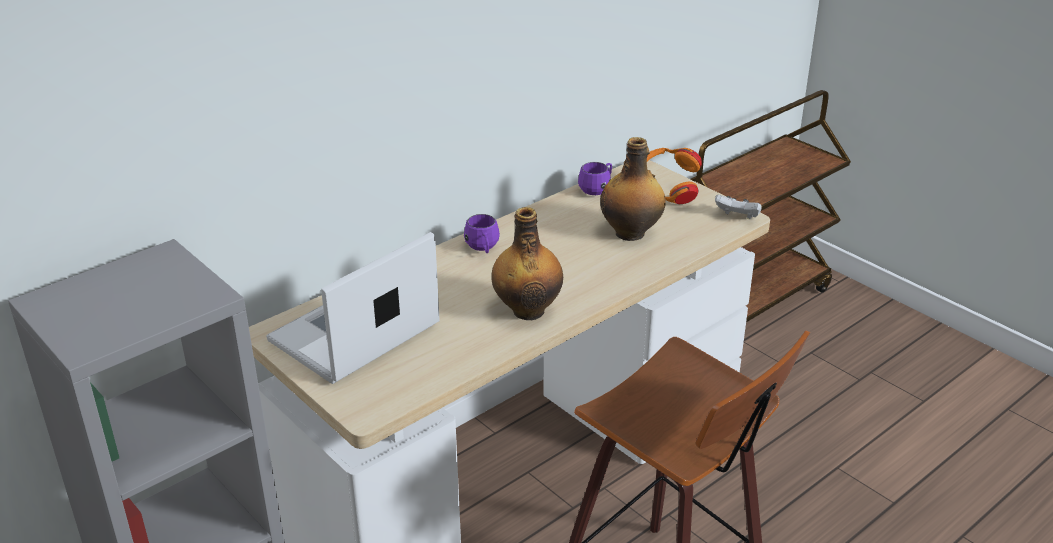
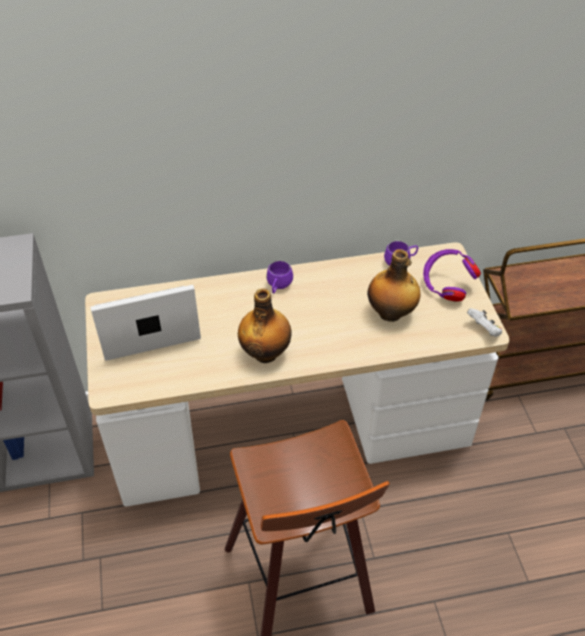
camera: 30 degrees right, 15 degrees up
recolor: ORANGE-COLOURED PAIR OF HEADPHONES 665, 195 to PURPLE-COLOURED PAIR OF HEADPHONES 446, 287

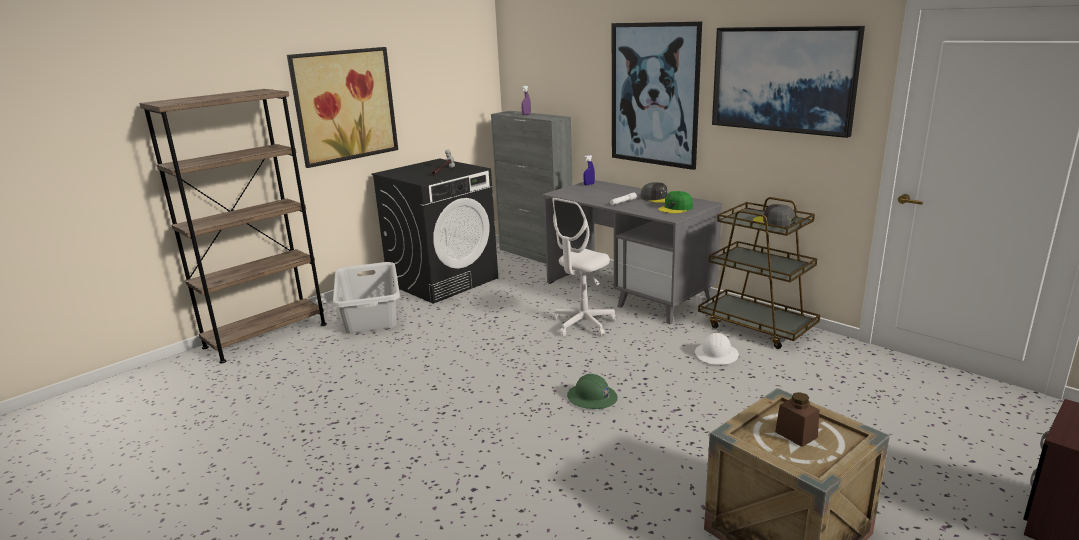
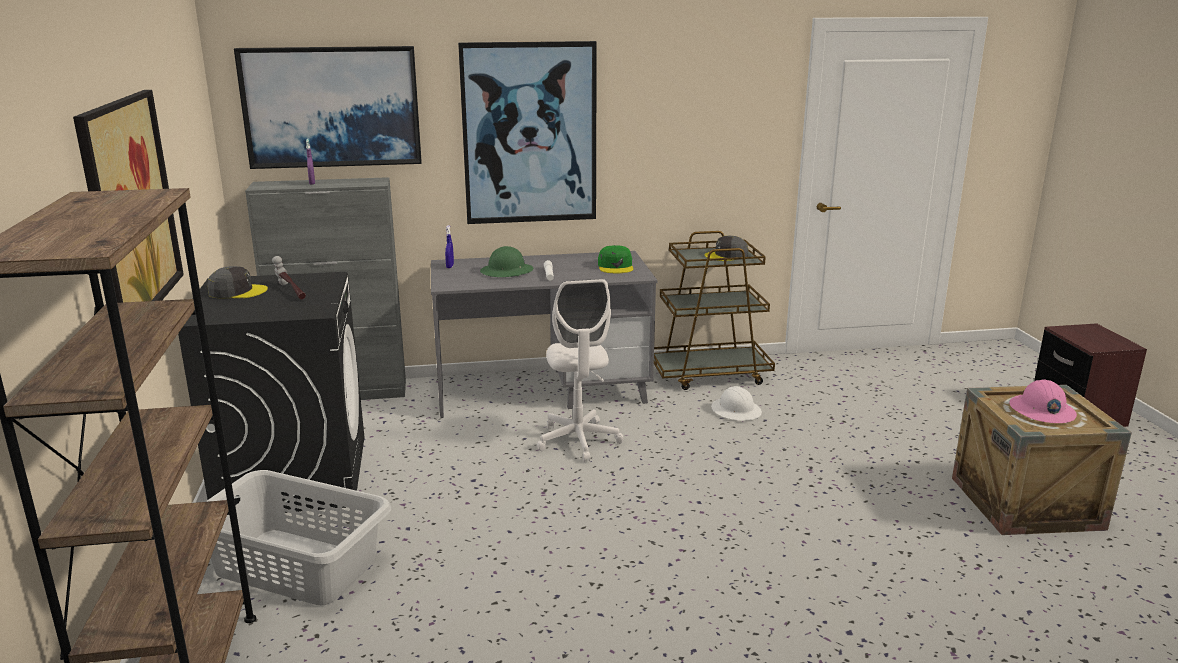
camera: 55 degrees left, 0 degrees up
move: GRAY BASEBALL CAP 657, 198 to 237, 291; PICTURE 783, 79 to 332, 107; GREEN-COLOURED HARD HAT 592, 398 to 507, 271
replace: BROWNISH STORAGE JAR 796, 434 to PINKISH HARD HAT 1041, 411

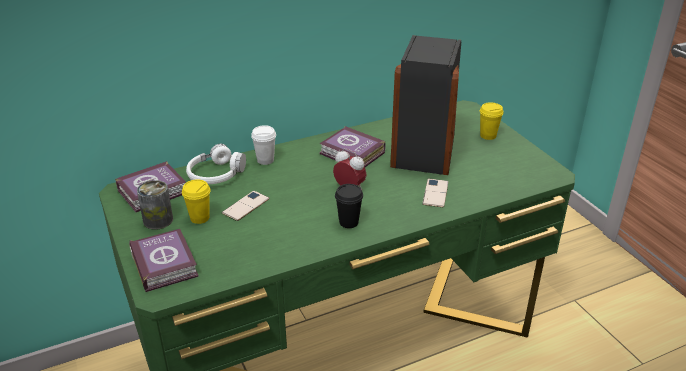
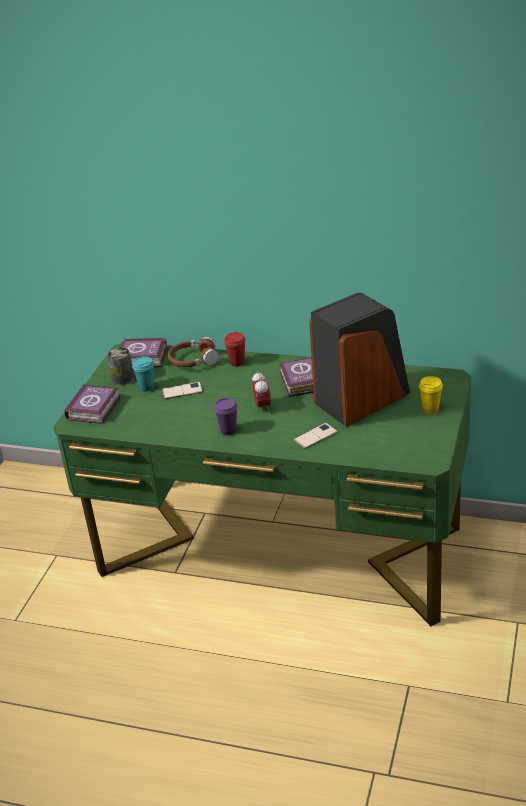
camera: 45 degrees right, 0 degrees up
recolor: YELLOW SMALL CUP 200, 218 to TURQUOISE SMALL CUP 147, 387; WHITISH PAIR OF HEADPHONES 216, 174 to BROWNISH PAIR OF HEADPHONES 193, 360; BLACK-COLOURED SMALL CUP 348, 222 to PURPLE-COLOURED SMALL CUP 228, 430; WHITISH SMALL CUP 265, 160 to RED-COLOURED SMALL CUP 237, 362

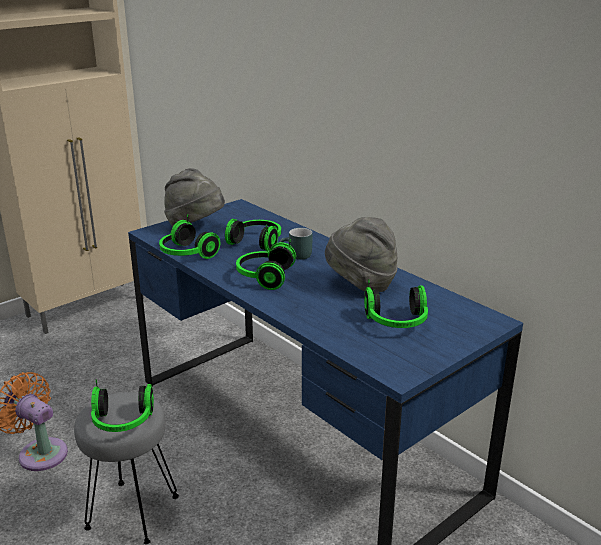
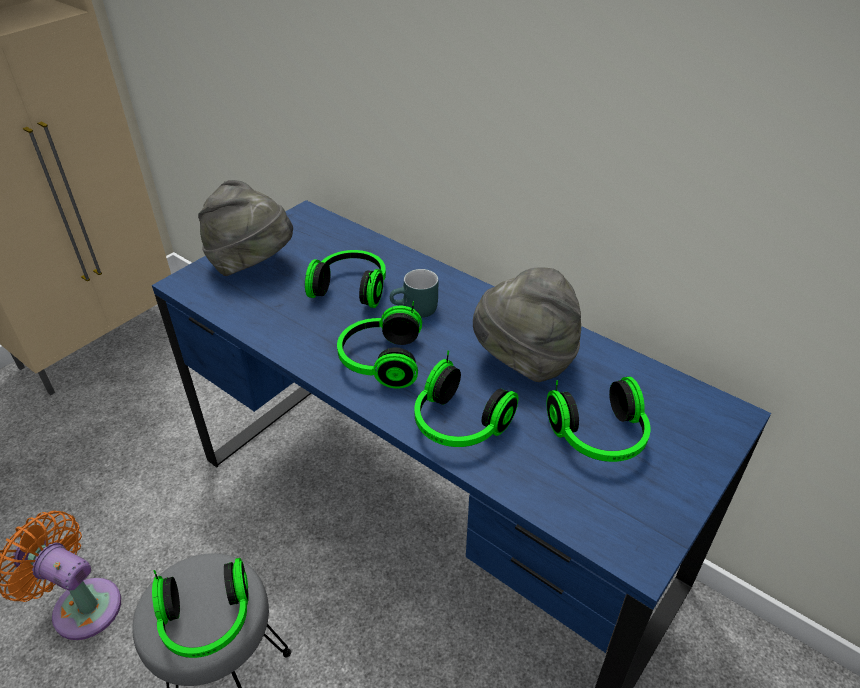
camera: 10 degrees left, 15 degrees up
move: PAIR OF HEADPHONES 186, 254 to 458, 425

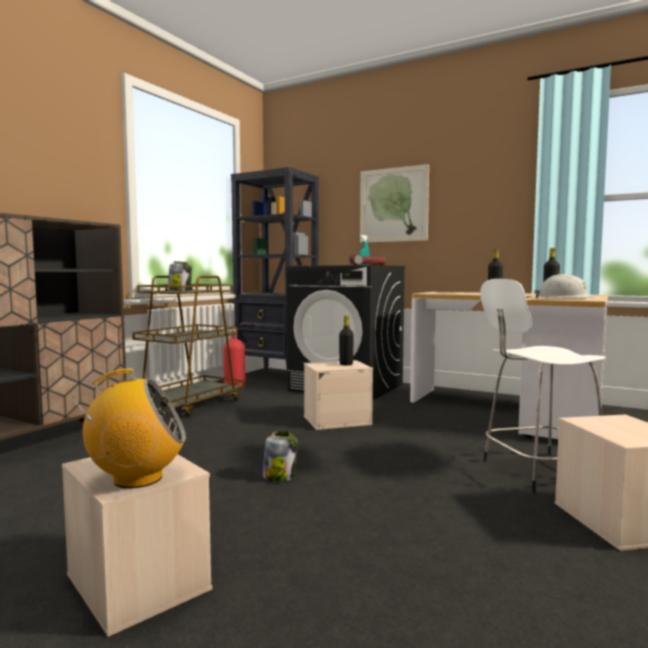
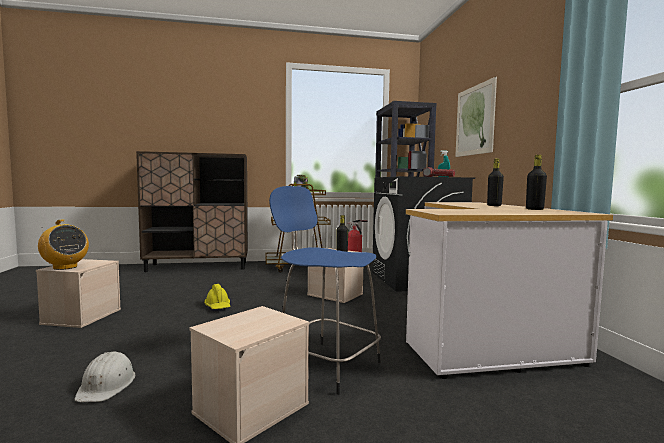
camera: 50 degrees right, 0 degrees up
move: WHITISH HARD HAT 564, 298 to 107, 385
replace: STORAGE JAR 280, 476 to YELLOW HARD HAT 218, 306
recolor: WHITISH STOOL 538, 472 to BLUE-COLOURED STOOL 325, 364

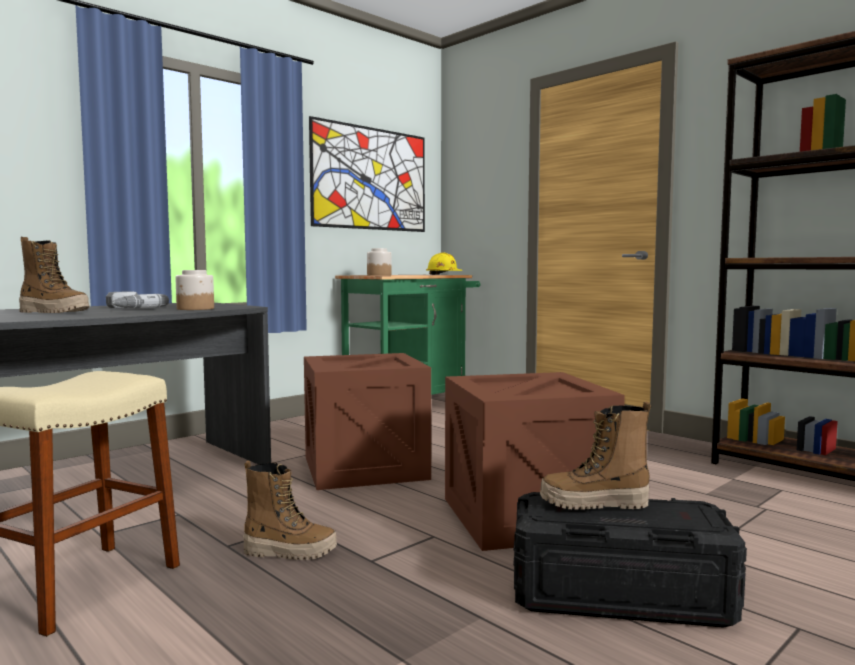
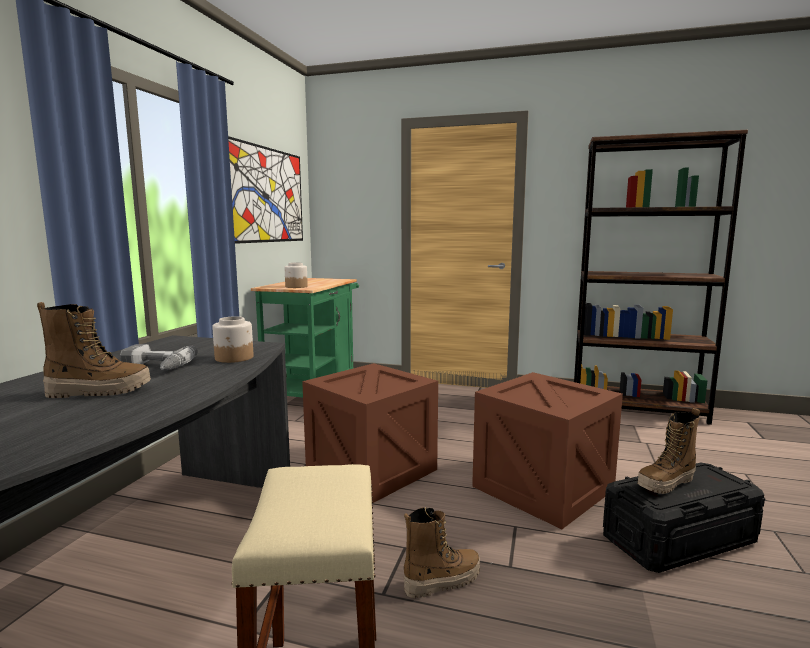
camera: 30 degrees left, 5 degrees up
delete: YELLOW HARD HAT 443, 274

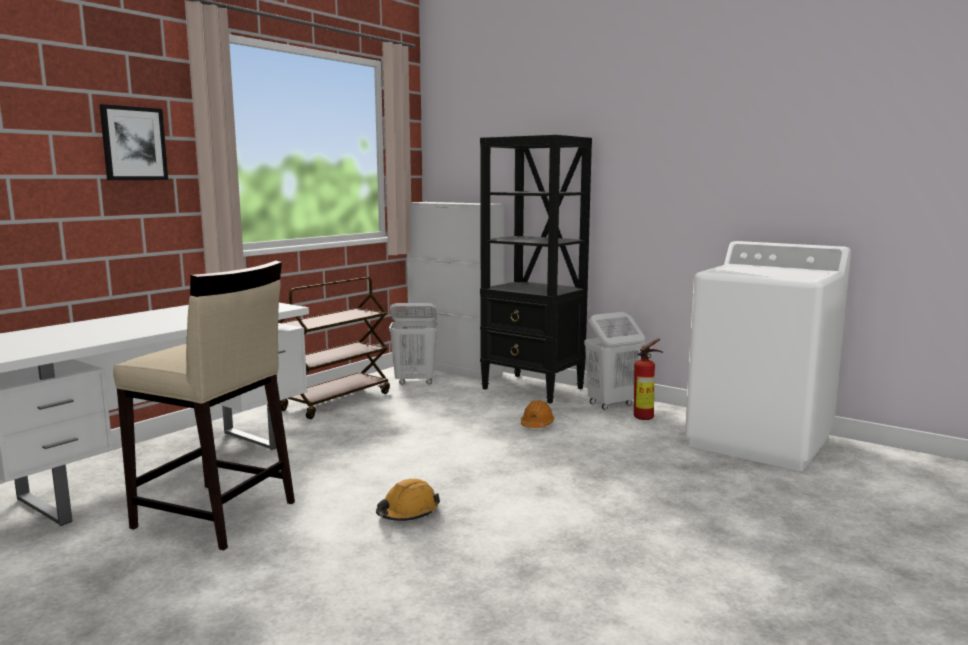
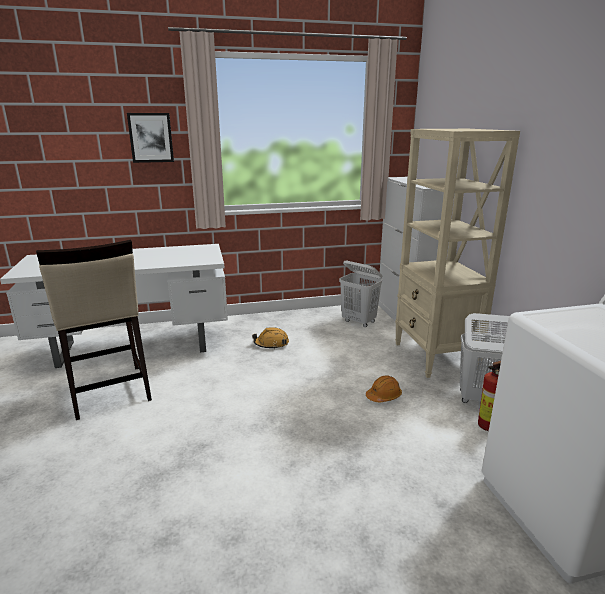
camera: 40 degrees right, 10 degrees up
delete: BROWNISH TROLLEY 336, 401
move: ORANGE-COLOURED HARD HAT 407, 512 to 271, 344
recolor: BLACK-COLOURED BOOKSHELF 533, 389 to SAND-COLOURED BOOKSHELF 435, 357

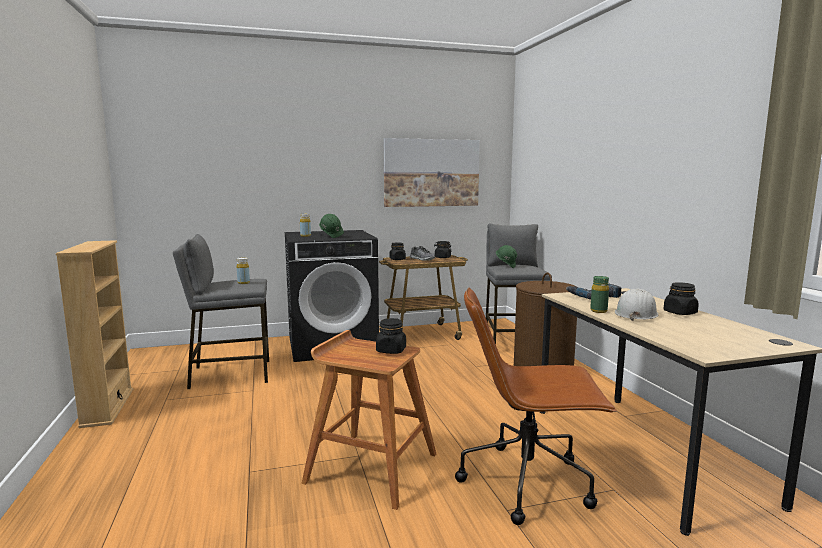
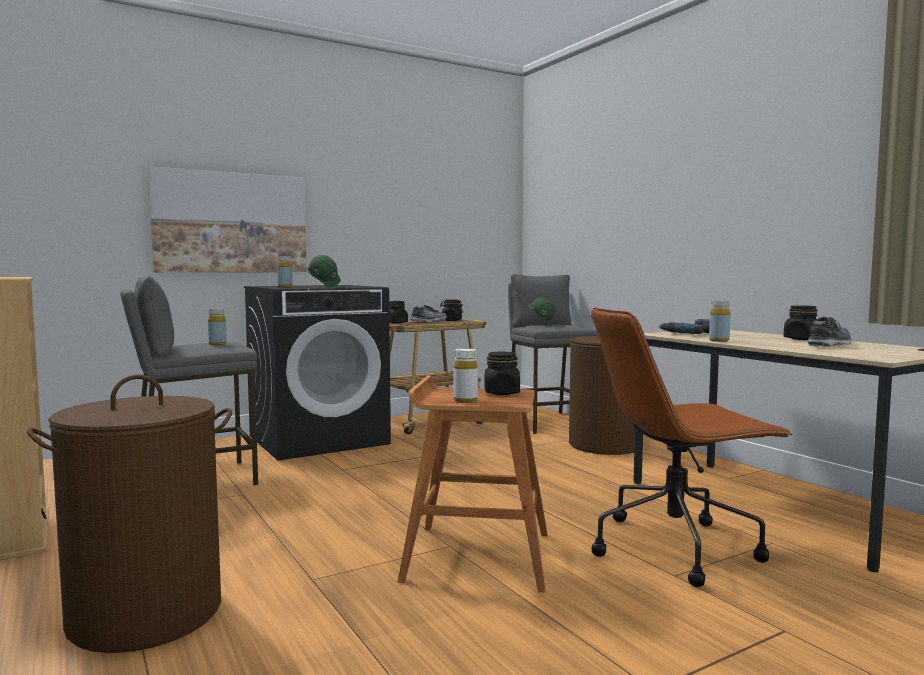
camera: 15 degrees left, 5 degrees down
delete: WHITISH HARD HAT 636, 314
insert: BROWNISH HAMPER 145, 614; WHITISH DRINK BOTTLE 465, 400; ITEM OF FOOTWEAR 829, 345
move: PICTURE 431, 173 to 231, 222
recolor: GREEN-COLOURED DRINK BOTTLE 598, 311 to YELLOW DRINK BOTTLE 719, 340

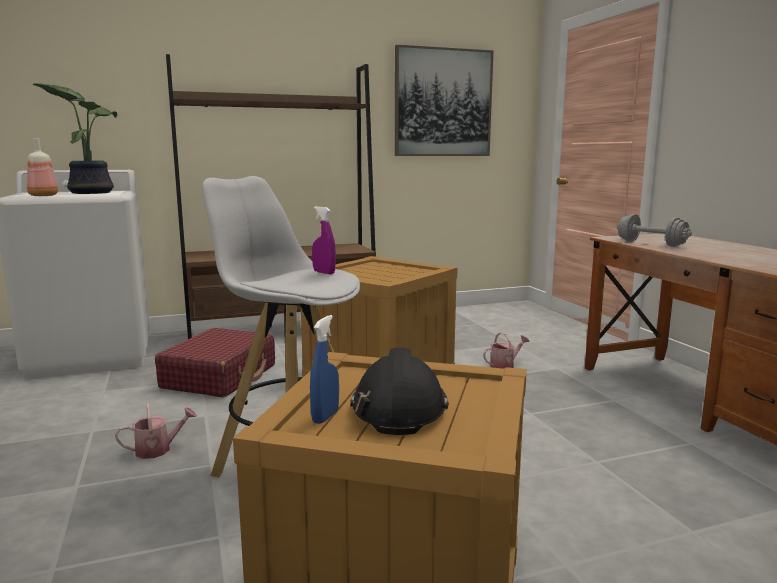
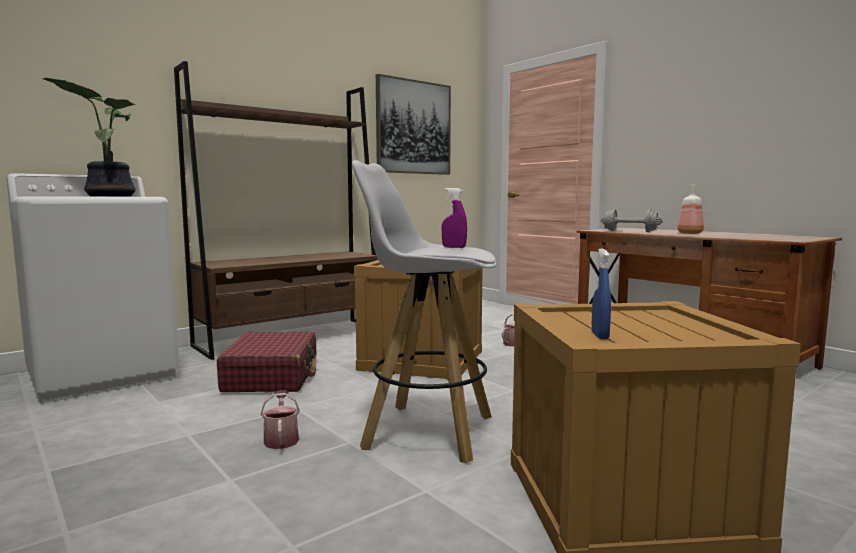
camera: 20 degrees left, 5 degrees down
delete: BLACK-COLOURED HARD HAT 399, 409
move: DRINK BOTTLE 43, 196 to 691, 233
rotate: WATERING POT 158, 449 = 281, 439 60 degrees counterclockwise

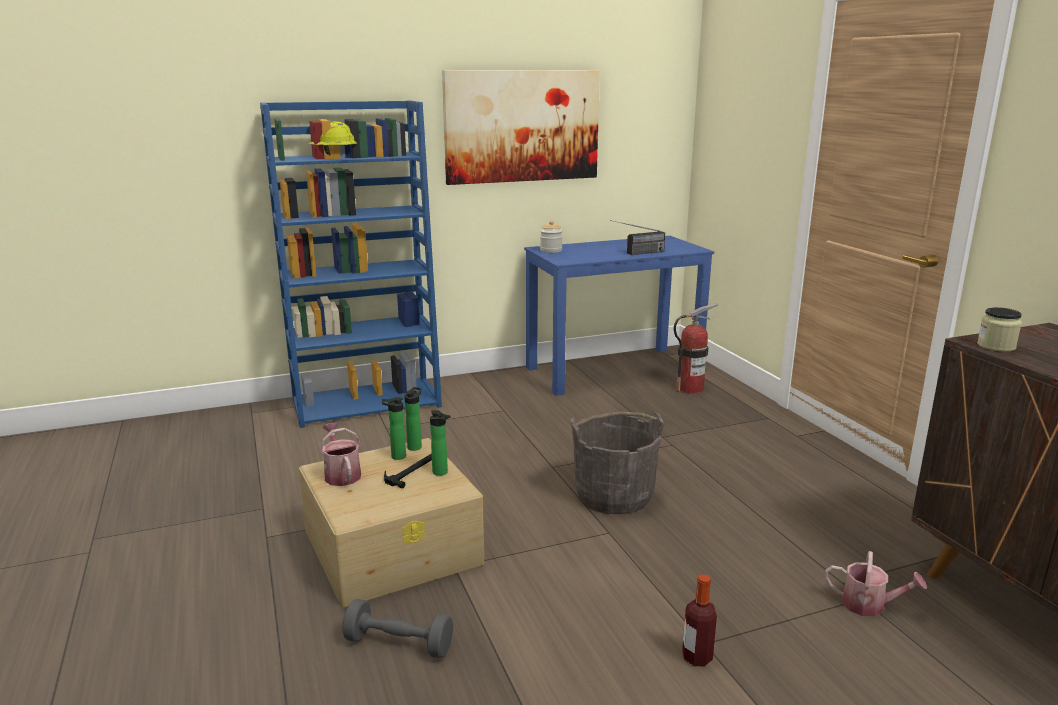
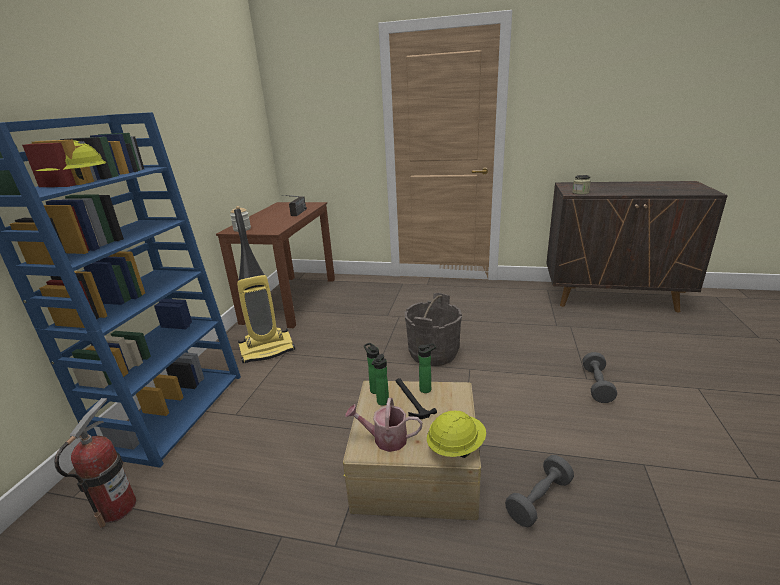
camera: 55 degrees left, 5 degrees up
delete: PICTURE 522, 126; WATERING POT 869, 605
insert: VACUUM 267, 349; YELLOW HARD HAT 456, 447
move: EXTINGUISHER 690, 389 to 117, 508
replace: DRINK BOTTLE 697, 657 to GRAY DUMBBELL 597, 385
recolor: BLUE-COLOURED DESK UNIT 614, 370 to BROWNISH DESK UNIT 291, 299

